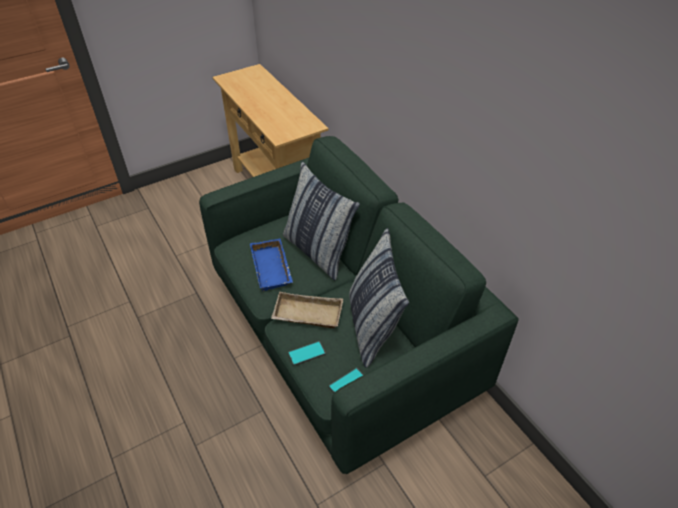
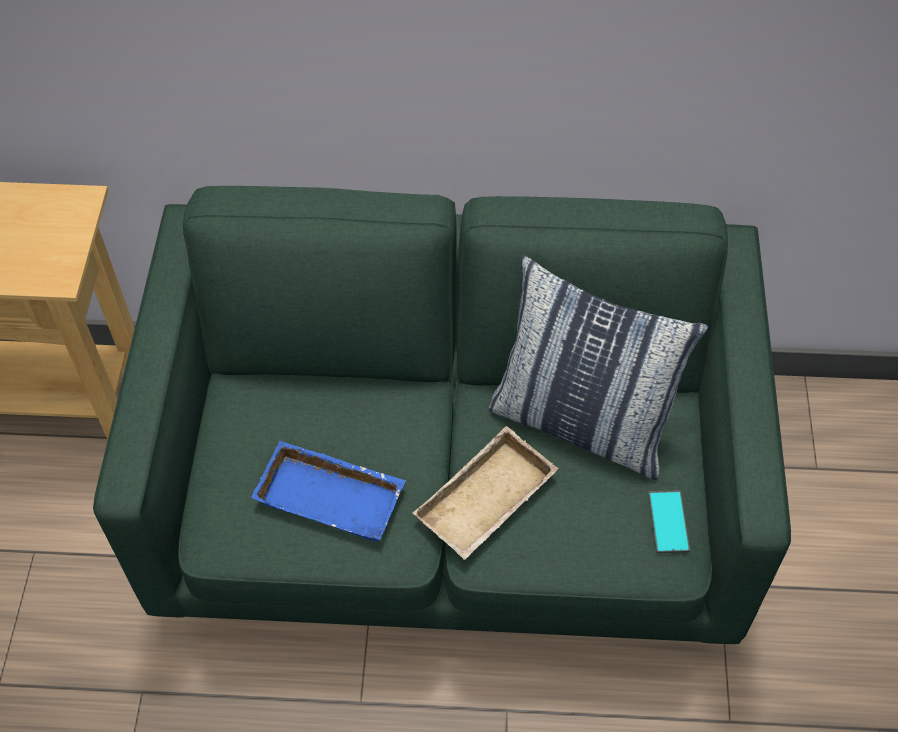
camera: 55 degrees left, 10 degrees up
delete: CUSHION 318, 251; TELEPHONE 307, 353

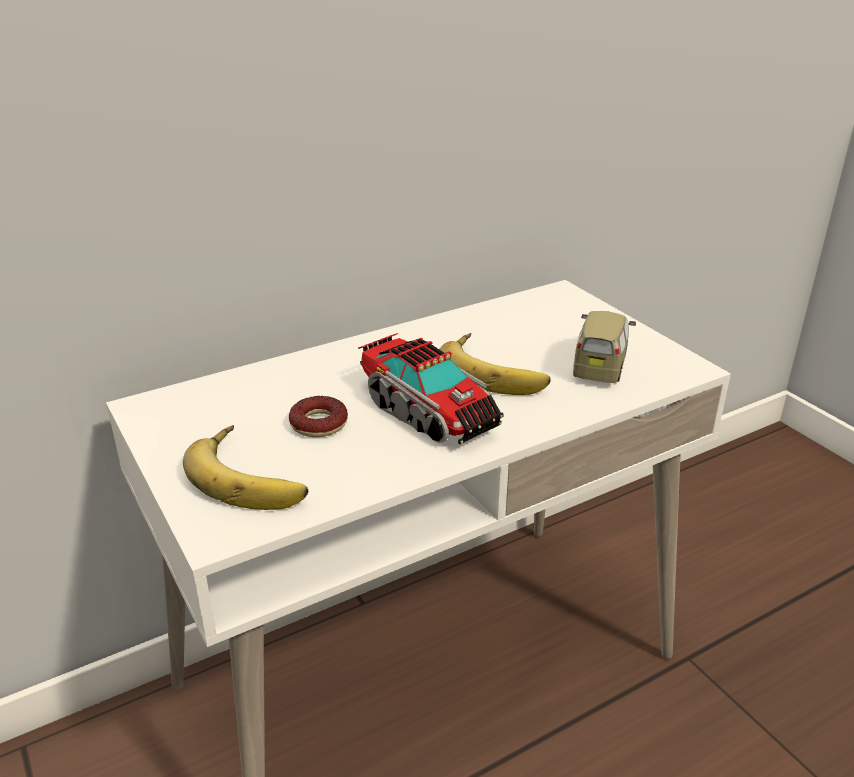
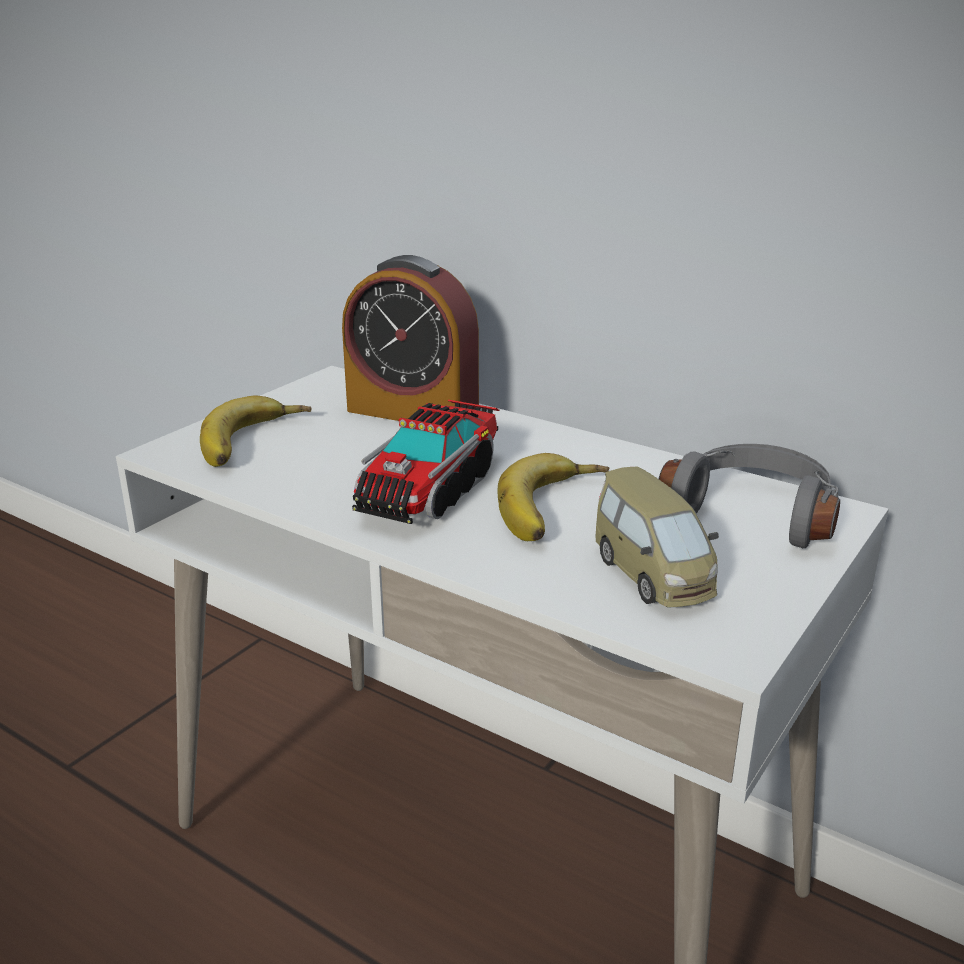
camera: 65 degrees right, 5 degrees down
delete: DOUGHNUT 319, 423
insert: TABLE CLOCK 412, 411; GRAY PAIR OF HEADPHONES 754, 512
rotate: MODEL CAR 600, 365 = 653, 575 75 degrees clockwise

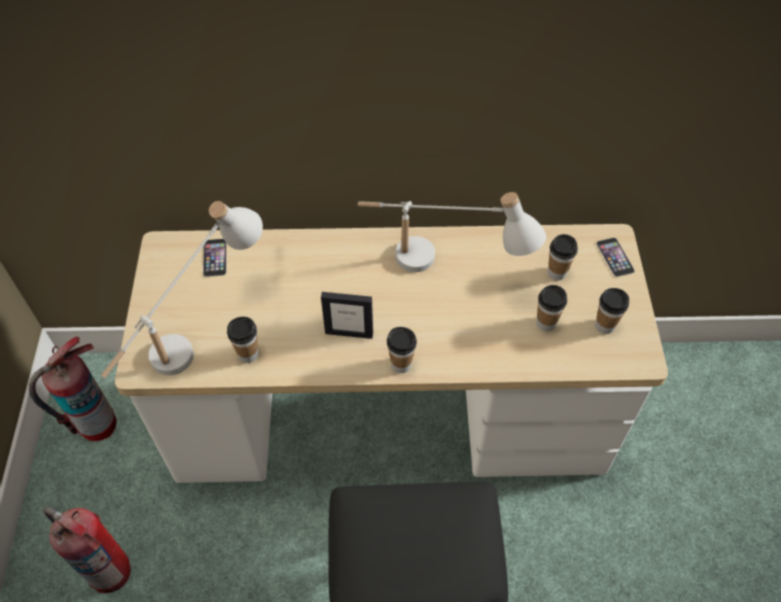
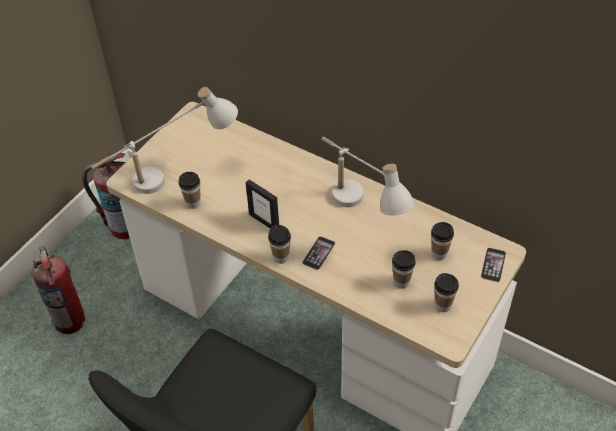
camera: 35 degrees right, 5 degrees down
move: TELEPHONE 215, 257 to 318, 253

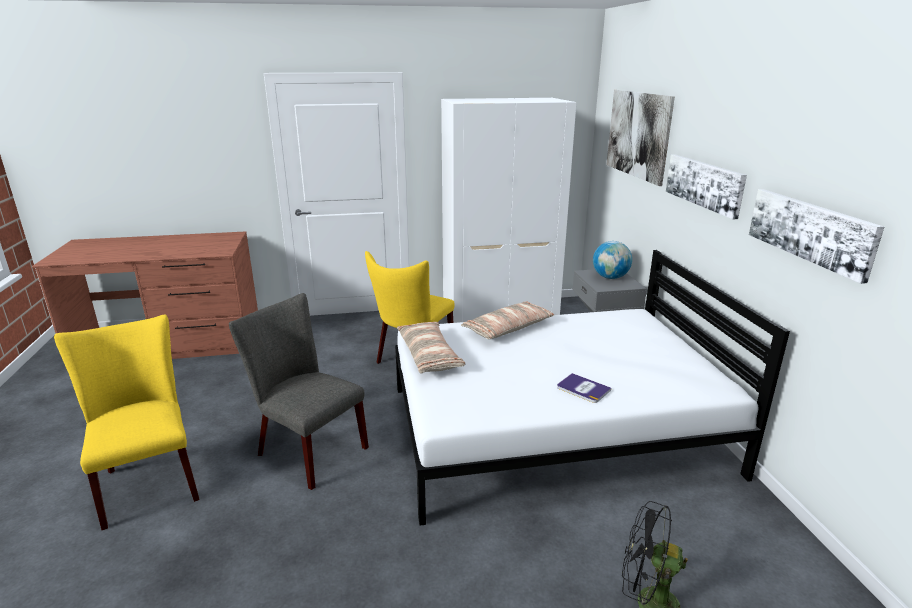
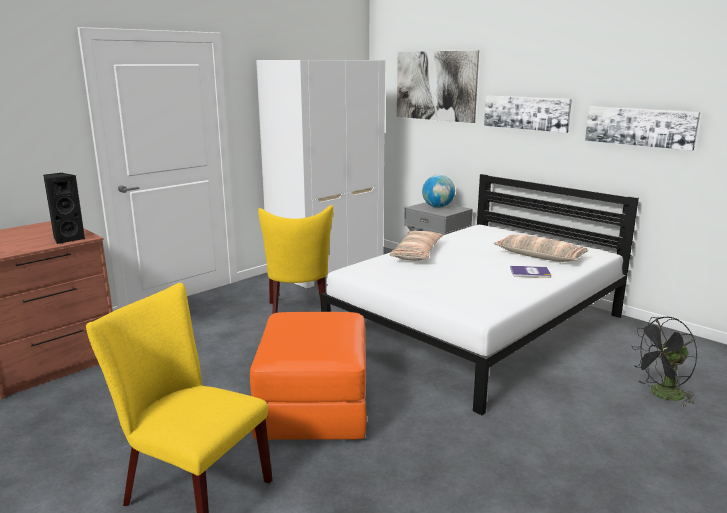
camera: 35 degrees left, 5 degrees down
insert: BLACK-COLOURED LOUDSPEAKER 67, 239
move: CUSHION 429, 355 to 539, 256
replace: GRAY CHAIR 306, 449 to ORANGE-COLOURED FOOTREST 313, 406

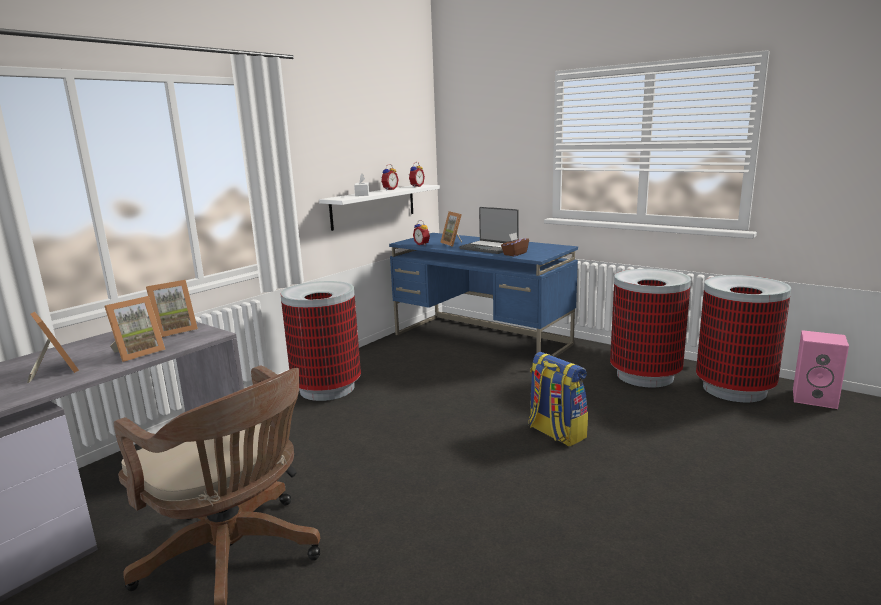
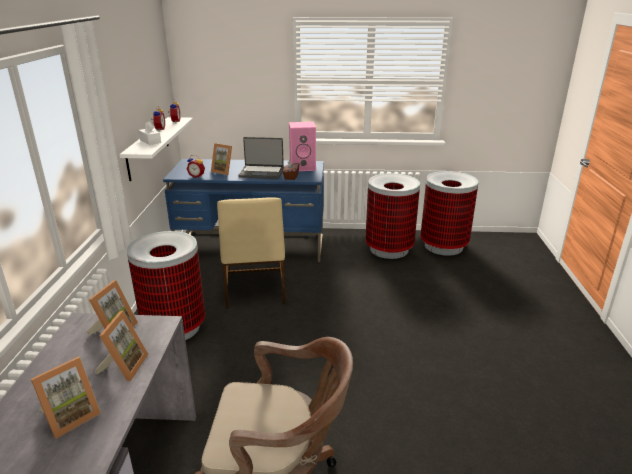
camera: 35 degrees left, 10 degrees up
delete: BACKPACK 555, 433
insert: SAND-COLOURED CHAIR 254, 288
move: PINKISH LOUDSPEAKER 815, 398 to 303, 167
rotate: STANDING FRAME 54, 371 = 70, 416 120 degrees clockwise

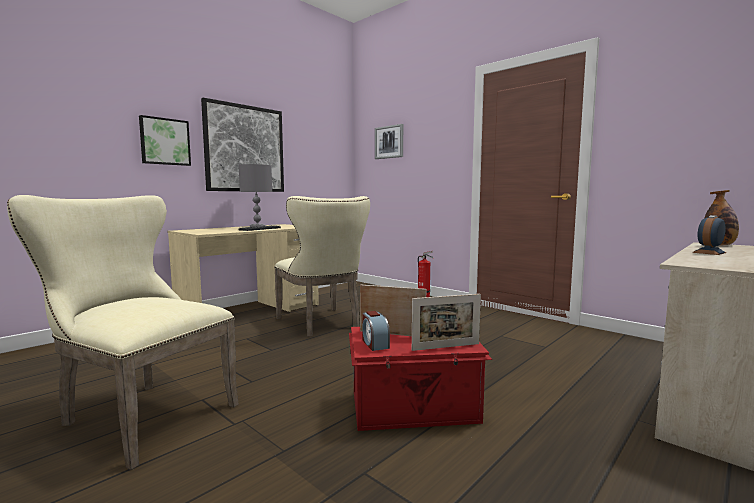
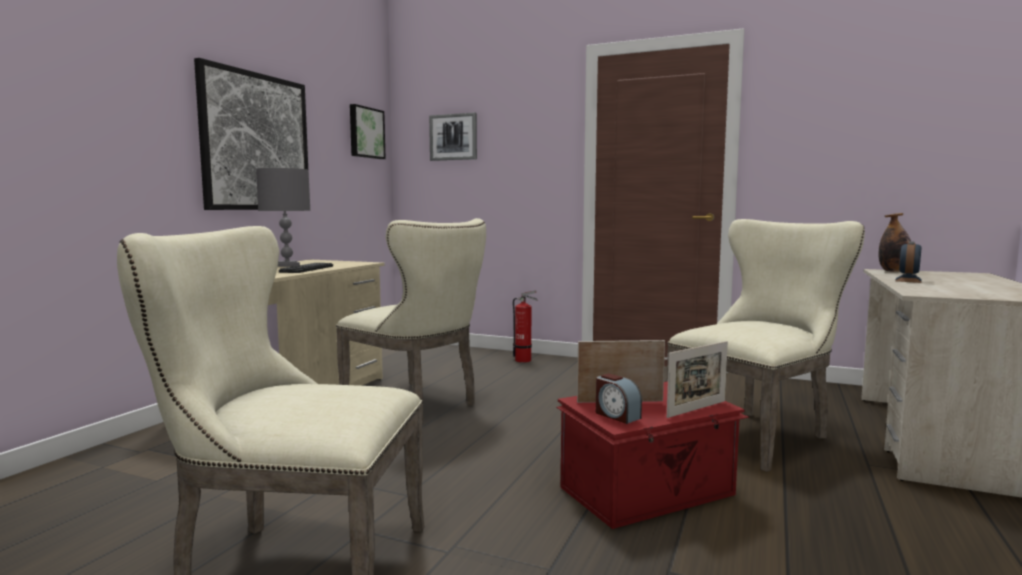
camera: 20 degrees left, 0 degrees up
insert: SAND-COLOURED CHAIR 756, 434
move: PICTURE 164, 141 to 365, 132

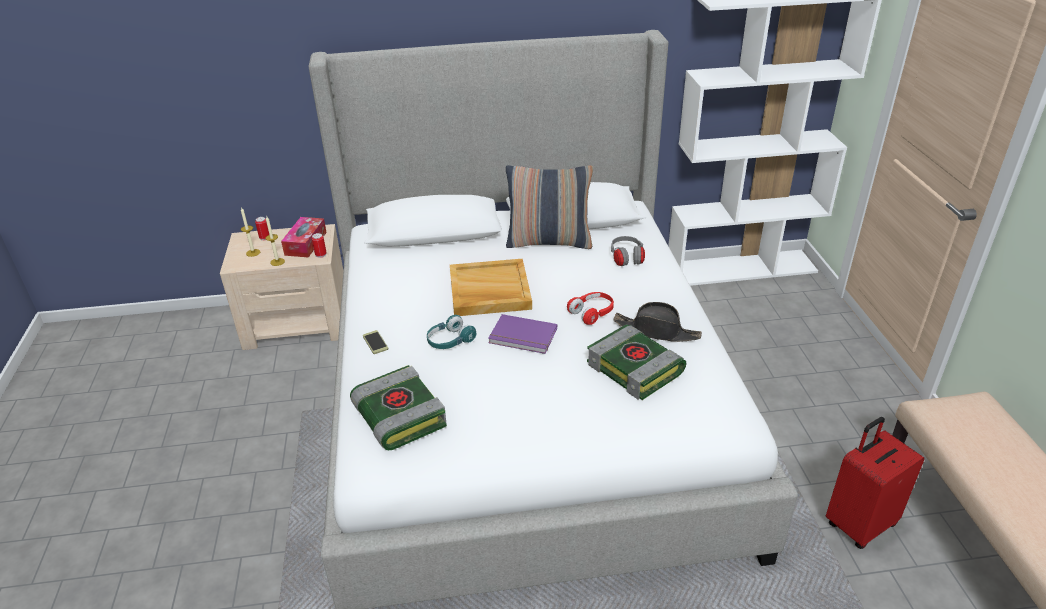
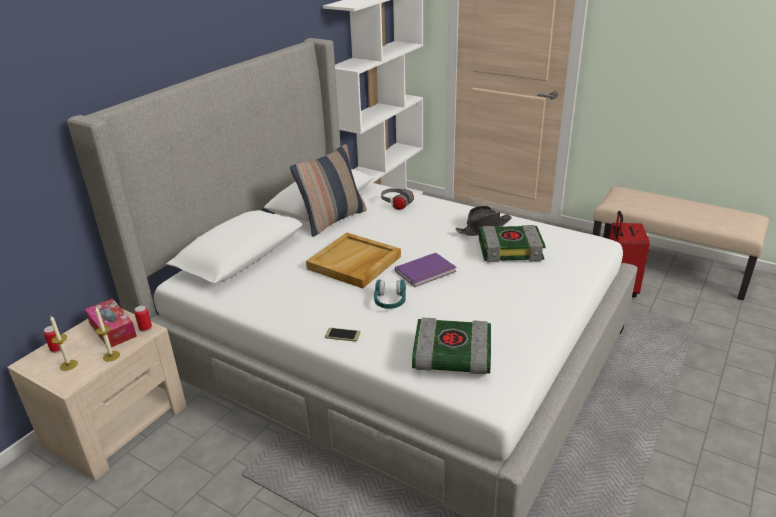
camera: 50 degrees left, 5 degrees down
delete: RED-COLOURED PAIR OF HEADPHONES 592, 313

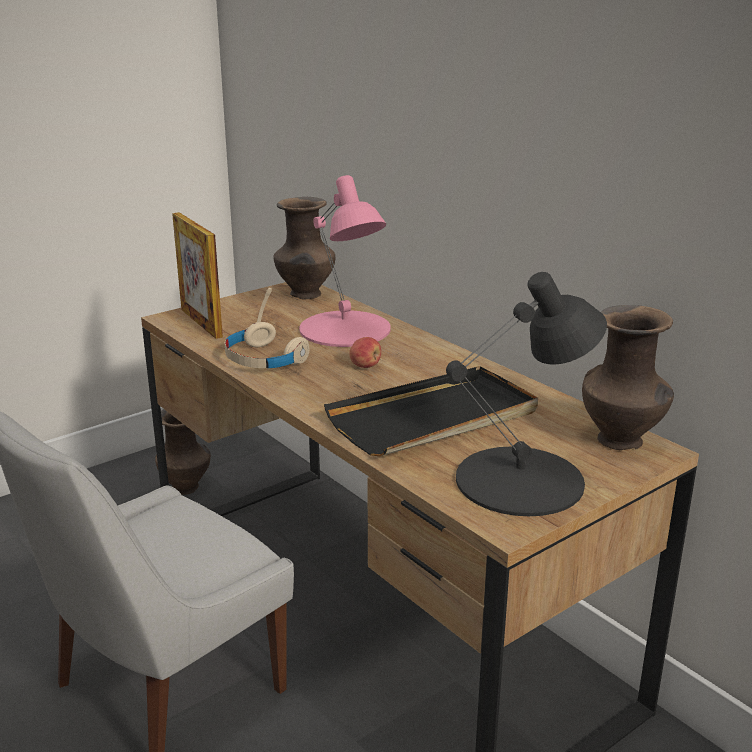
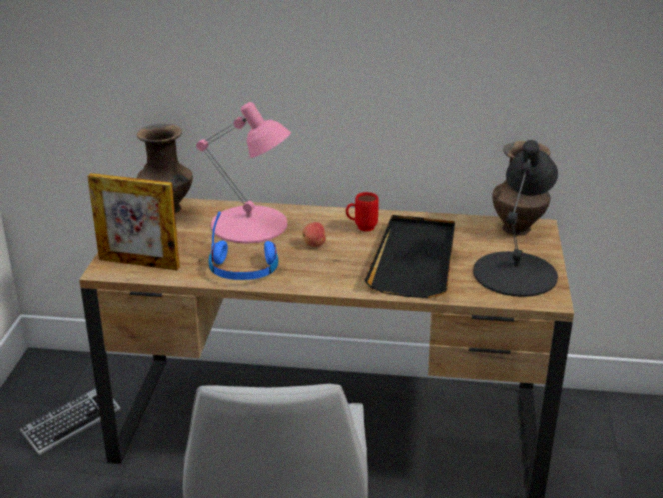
camera: 45 degrees left, 5 degrees up
insert: RED-COLOURED MUG 361, 228
replace: BROWNISH FLOWER VASE 186, 487 to COMPUTER KEYBOARD 71, 424
recolor: SAND-COLOURED PAIR OF HEADPHONES 264, 359 to BLUE-COLOURED PAIR OF HEADPHONES 243, 269

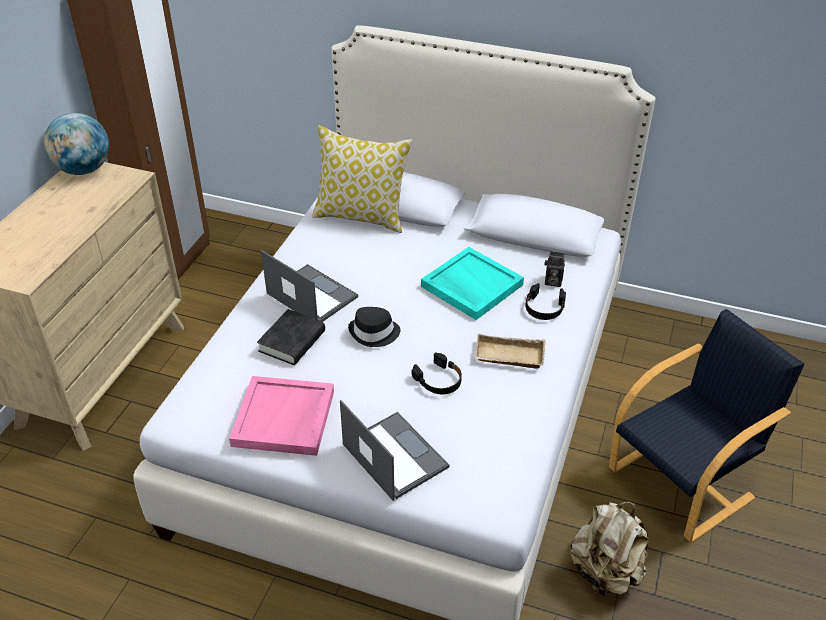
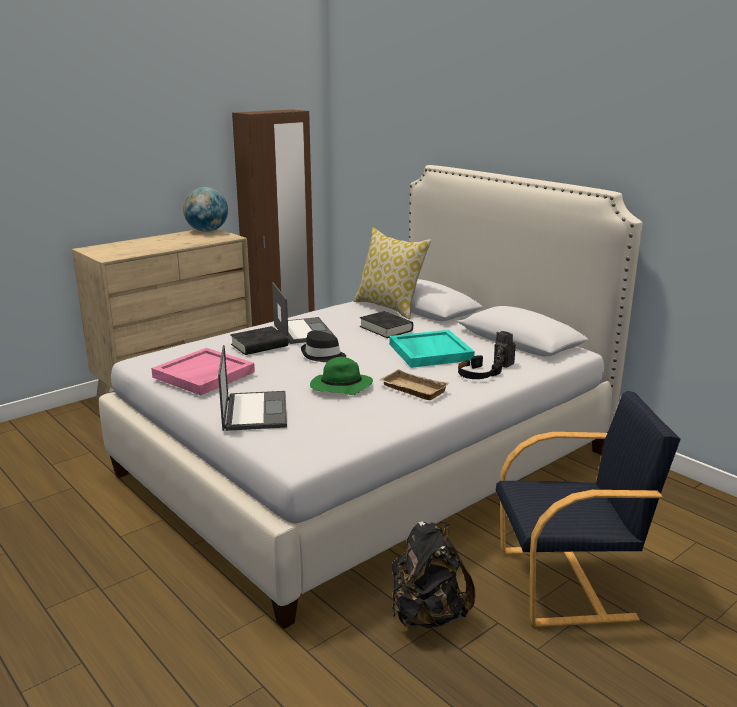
camera: 30 degrees right, 20 degrees down
insert: BLACK-COLOURED BOOK 386, 329
replace: BLACK-COLOURED PAIR OF HEADPHONES 439, 380 to GREEN-COLOURED HAT 340, 387
recolor: SAND-COLOURED BACKPACK 605, 572 to BLACK-COLOURED BACKPACK 427, 615

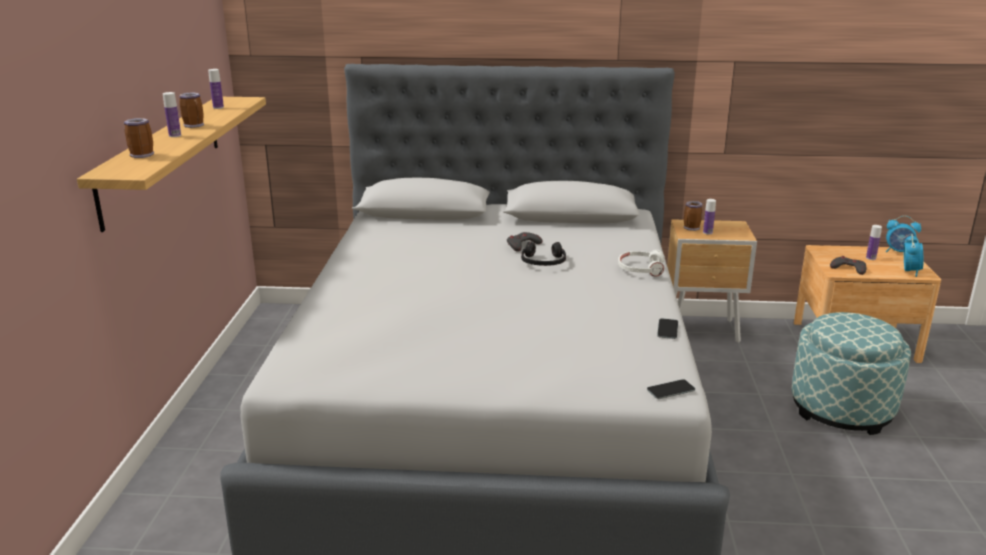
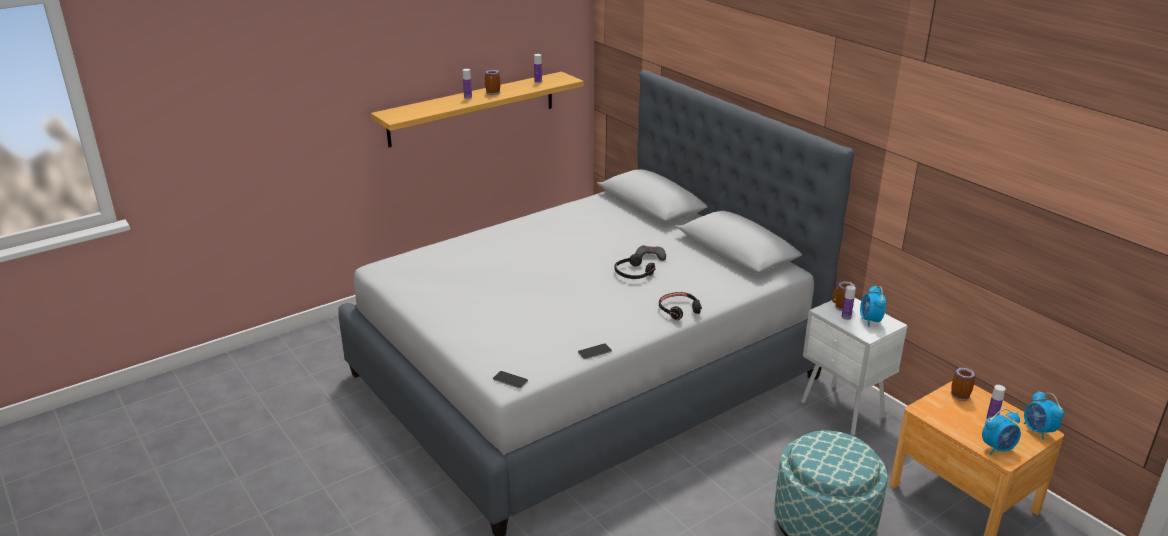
camera: 50 degrees right, 5 degrees up
delete: GRAY GAMEPAD 848, 268
insert: TABLE CLOCK 870, 320
move: MUG 141, 155 to 959, 394
recolor: WHITISH PAIR OF HEADPHONES 640, 269 to BLACK-COLOURED PAIR OF HEADPHONES 679, 310; BROWNISH NIGHT TABLE 703, 331 to WHITISH NIGHT TABLE 843, 411

